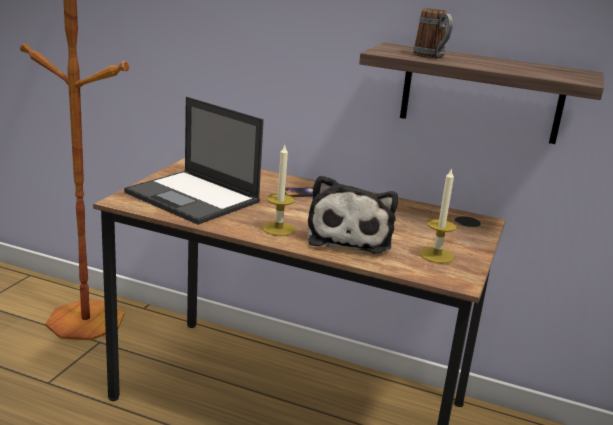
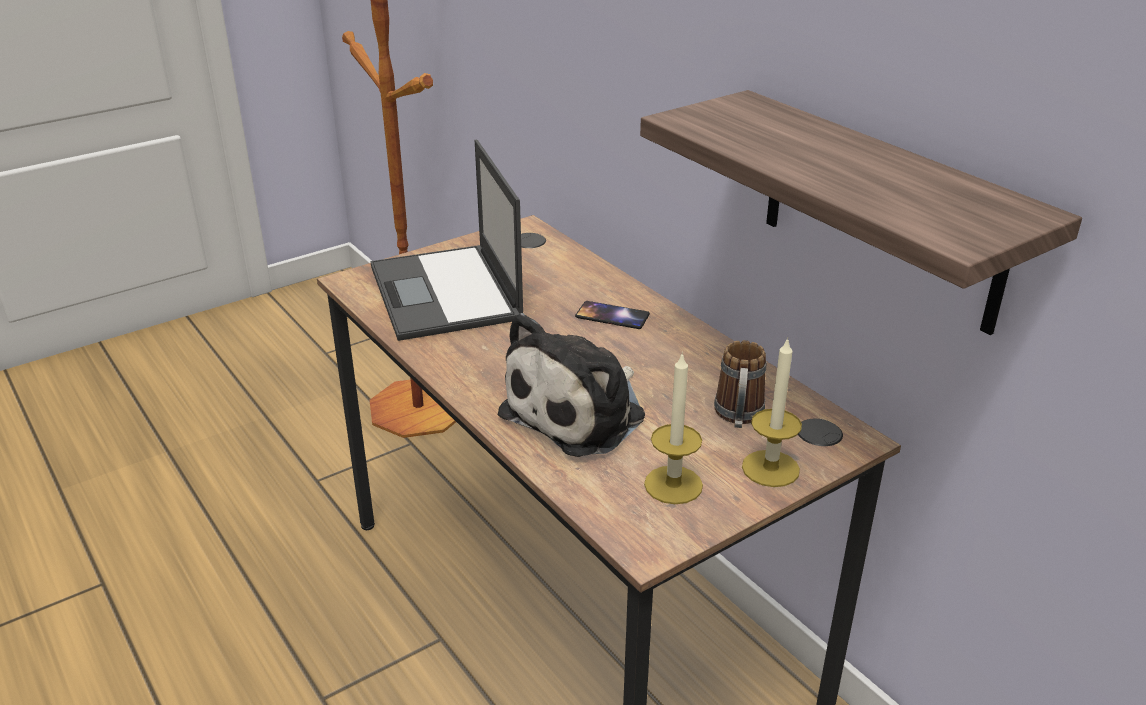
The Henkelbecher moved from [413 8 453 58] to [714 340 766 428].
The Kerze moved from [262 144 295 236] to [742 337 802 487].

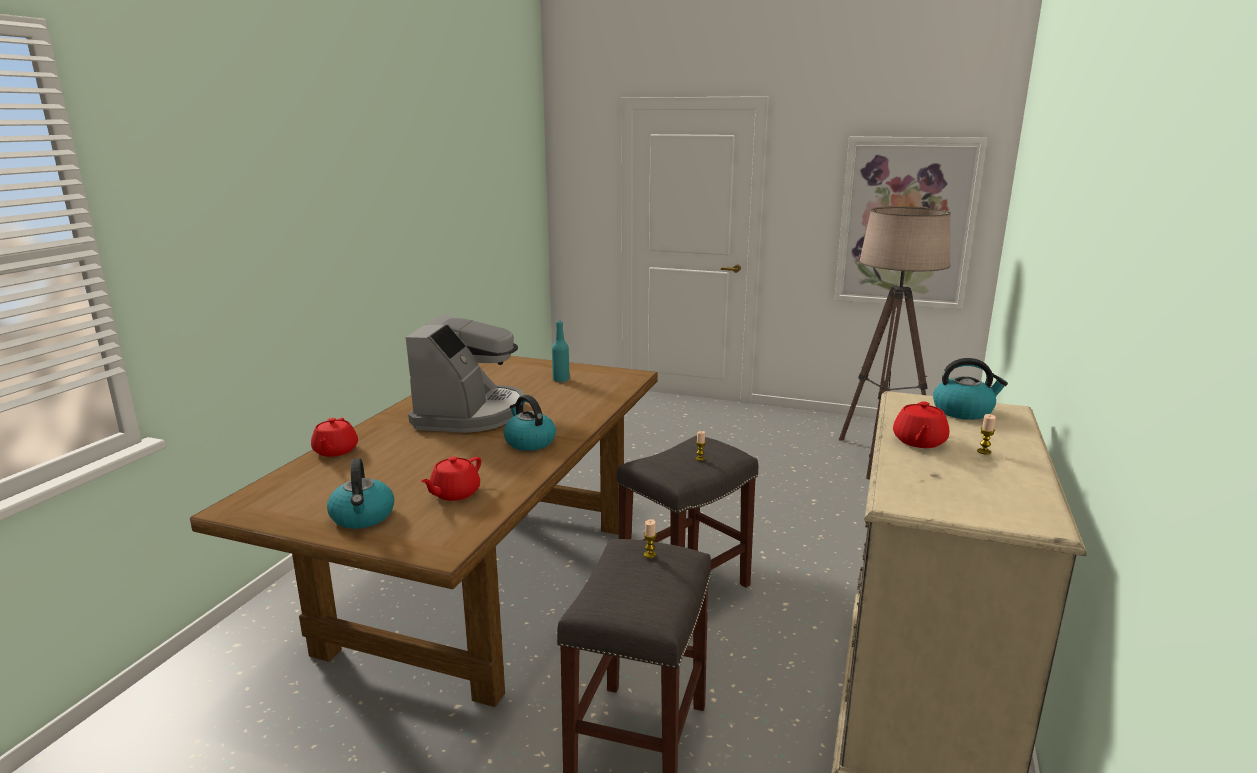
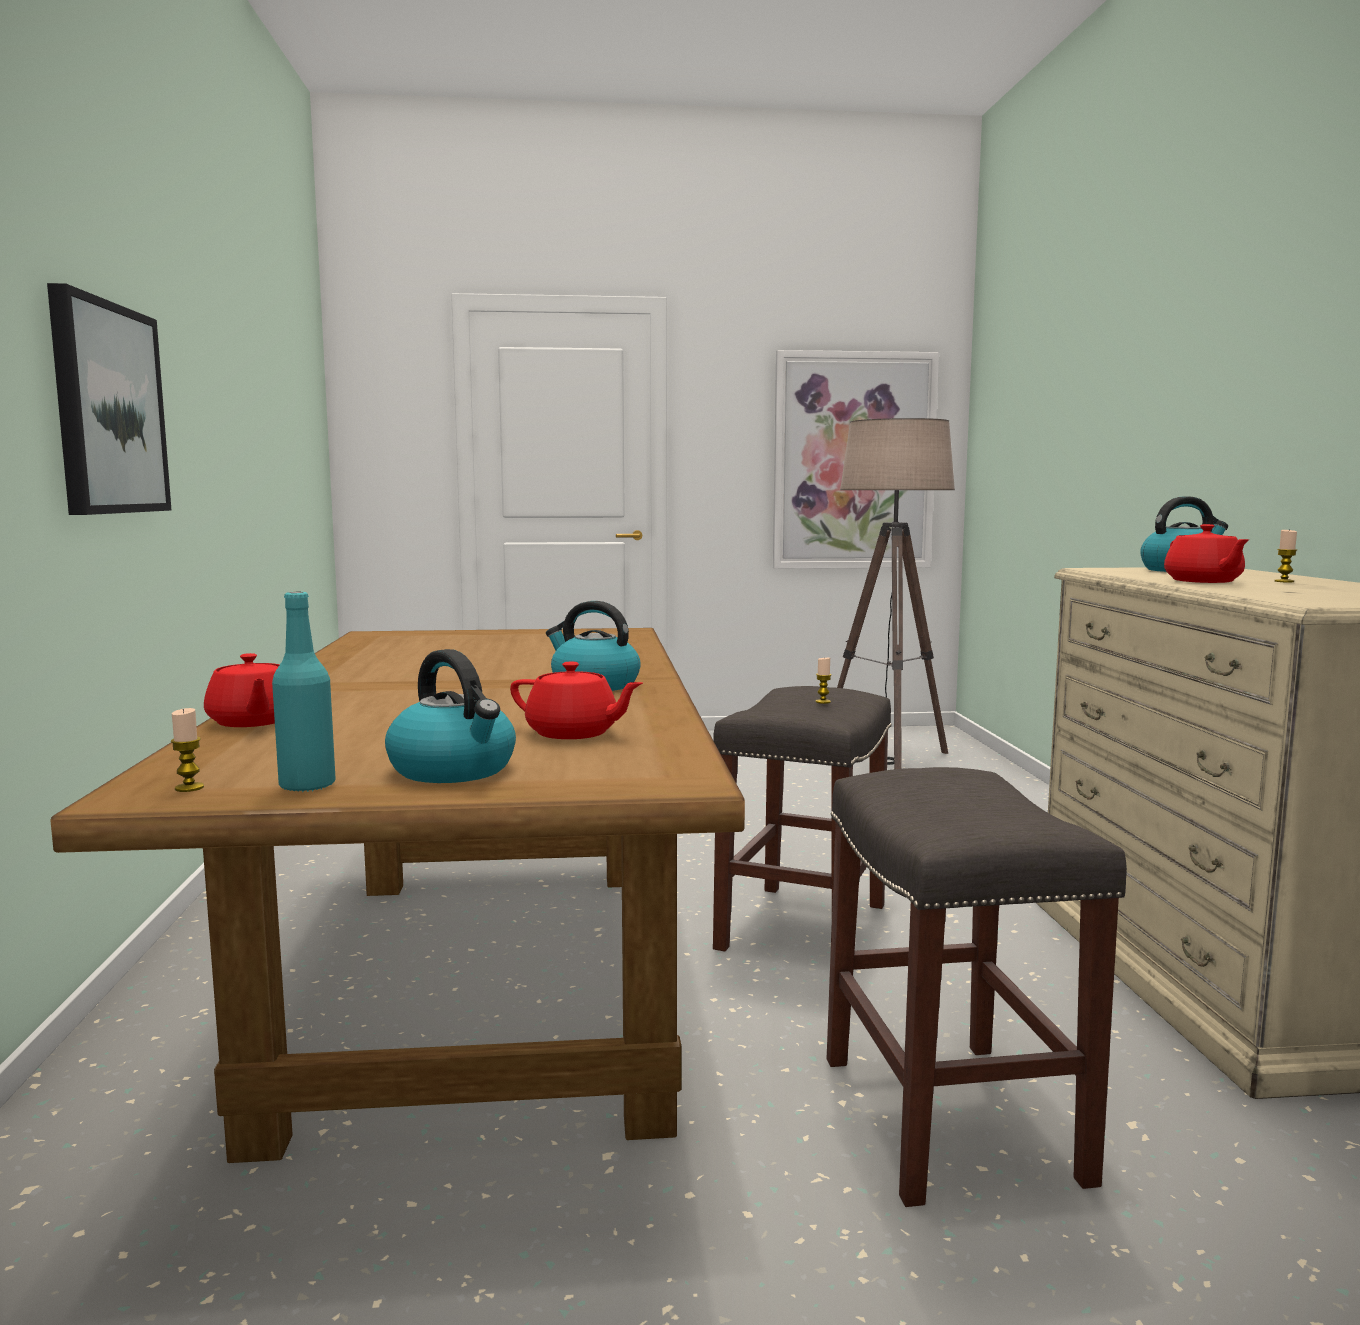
The Bild at [47 283 171 515] appeared.
The Kerze moved from [644 519 657 558] to [171 708 204 792].
The Flasche (türkis) moved from [552 321 570 382] to [272 592 336 792].
The Teekanne (rot) at [421 456 481 501] turned 75 degrees counterclockwise.
The Kaffeemaschine at [406 314 525 433] disappeared.

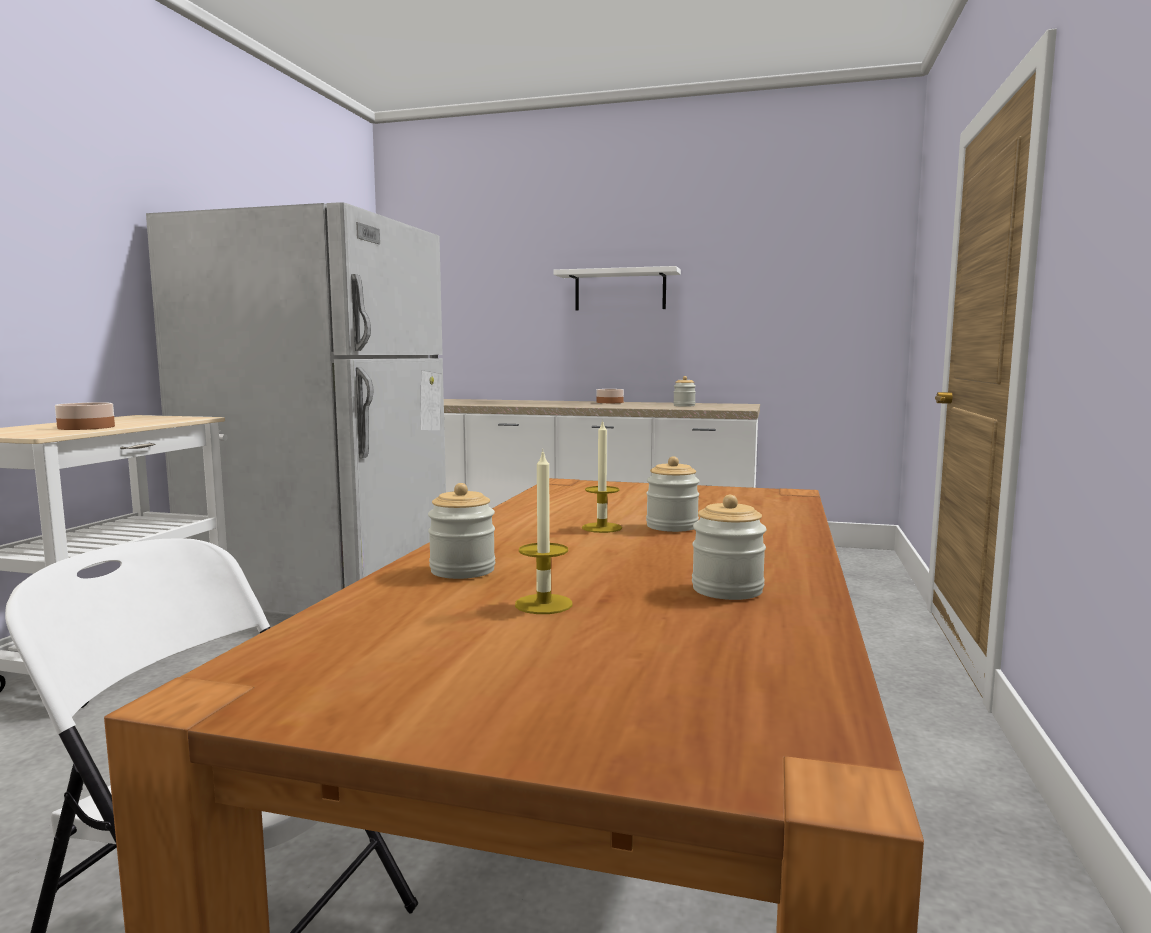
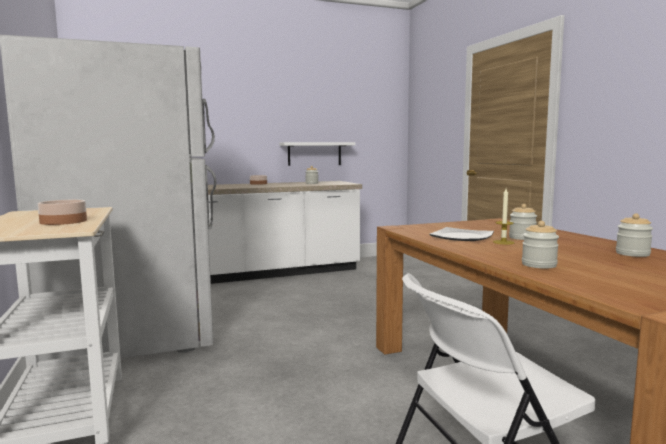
The Wandregal (weiß) moved from [553 266 681 311] to [279 142 356 166].
The Teller at [429 227 494 241] appeared.
The Kerze at [515 449 573 614] disappeared.

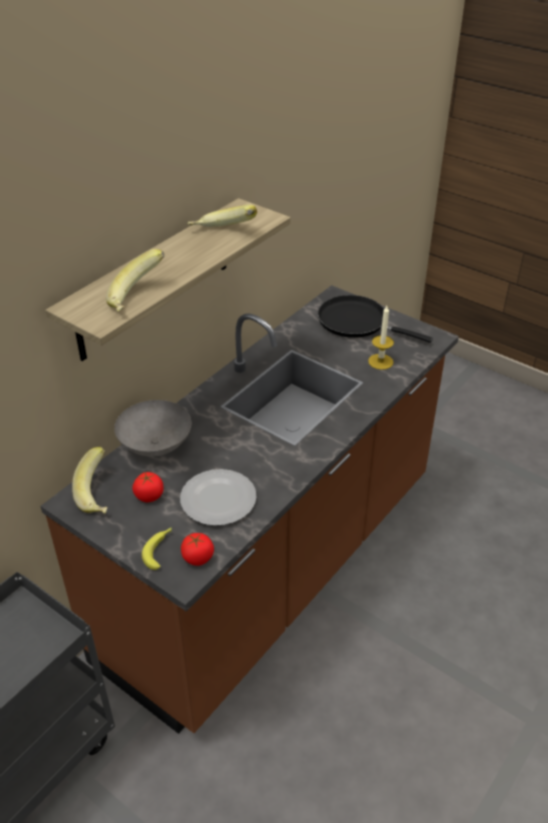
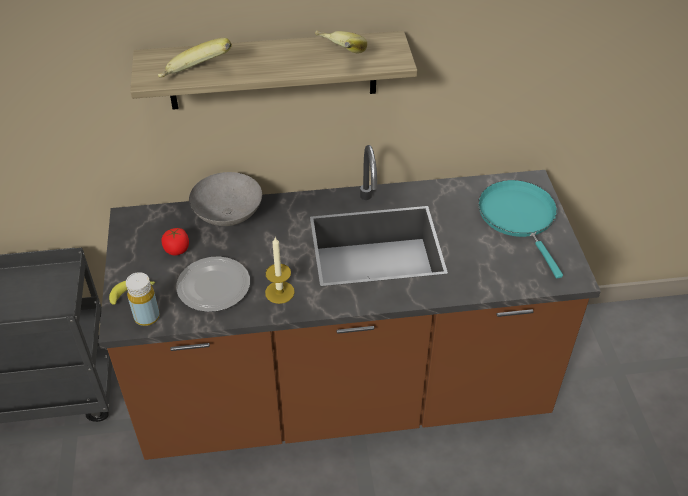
The Tomate at [181 533 214 566] was replaced by the Flasche (gelb) at [126 272 160 326].
The Kerze moved from [368 306 394 370] to [265 236 295 304].
The Pfanne (schwarz) at [318 295 433 343] became the Pfanne (türkis) at [478 180 563 278].
The Banane at [72 447 107 514] disappeared.

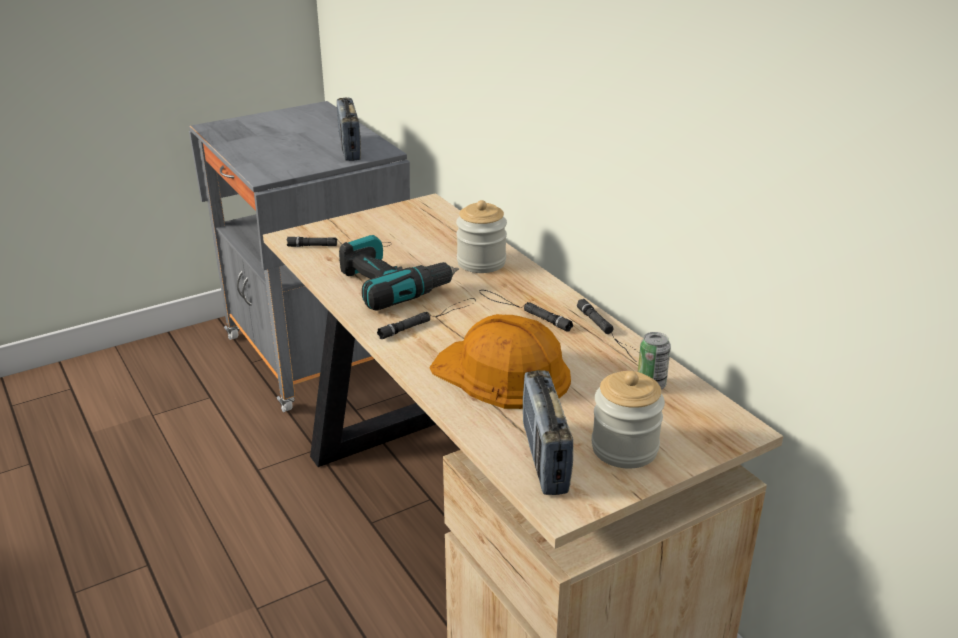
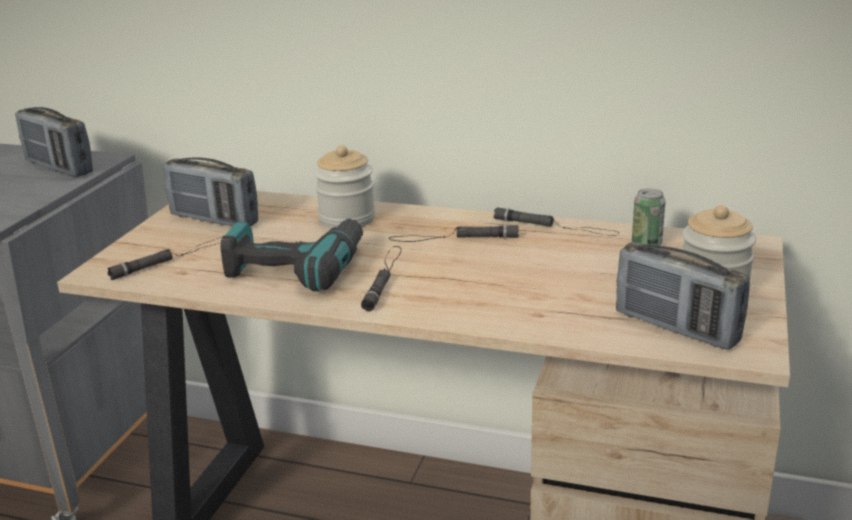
The Radio at [163 157 258 226] appeared.
The Schutzhelm (orange) at [430 314 571 409] disappeared.

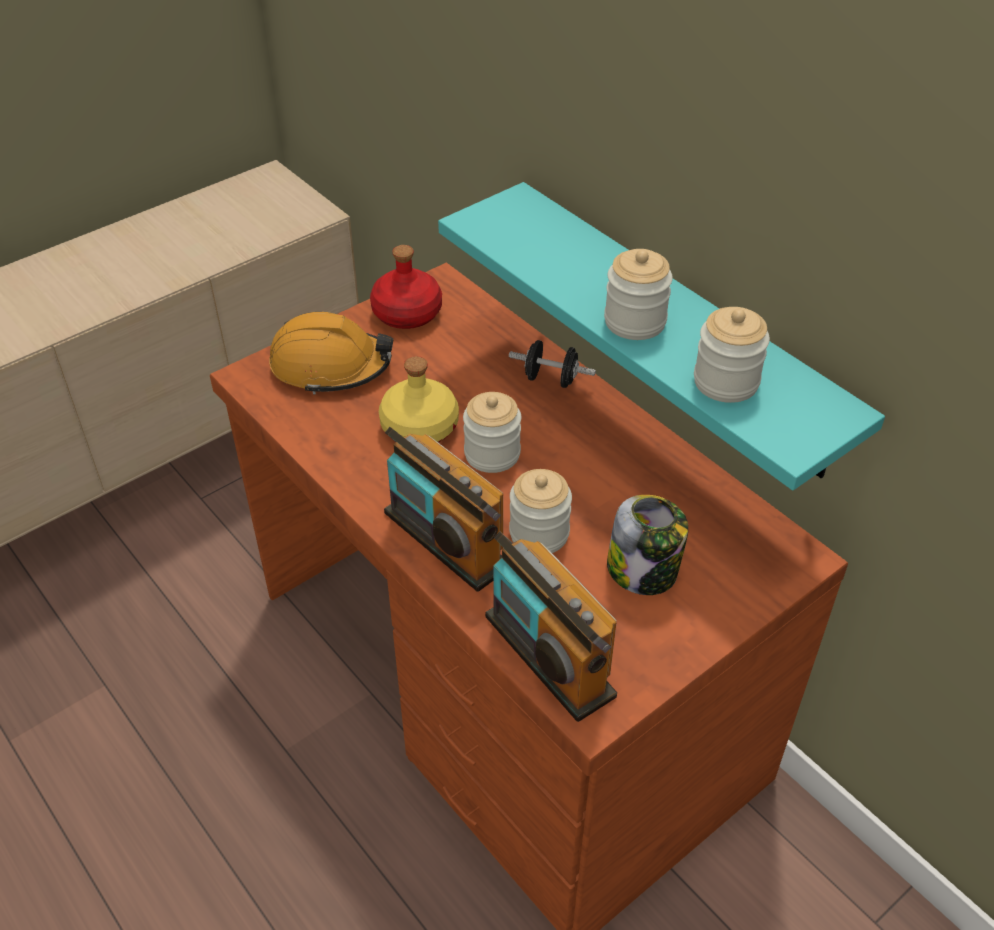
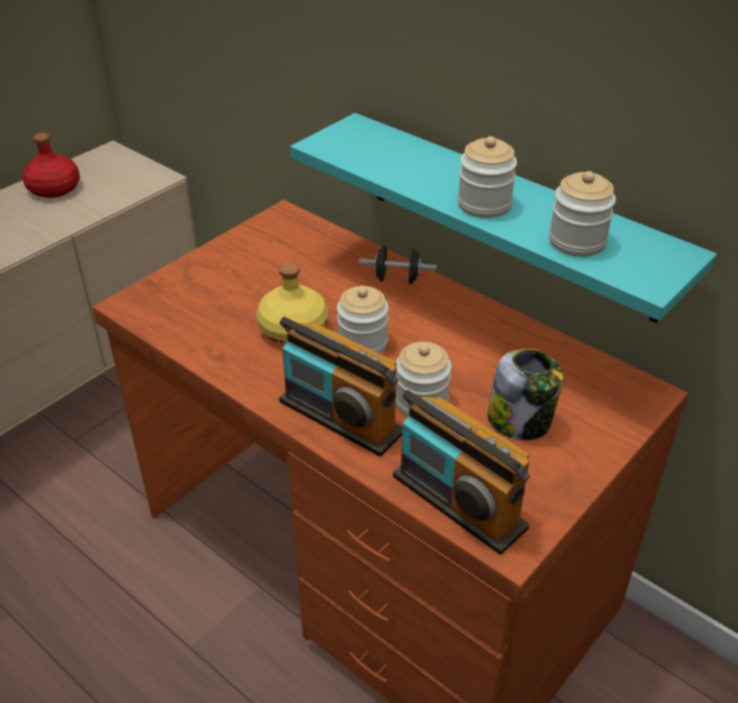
The Flasche (rot) moved from [370 245 442 329] to [22 133 80 198].
The Schutzhelm (orange) at [269 312 393 395] disappeared.

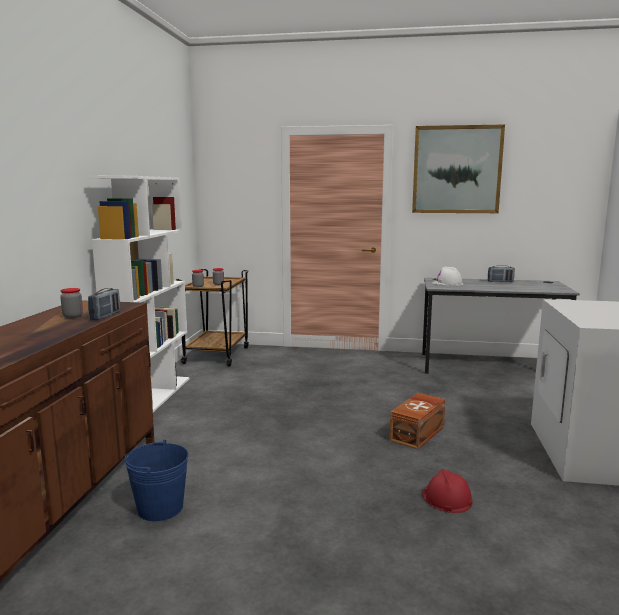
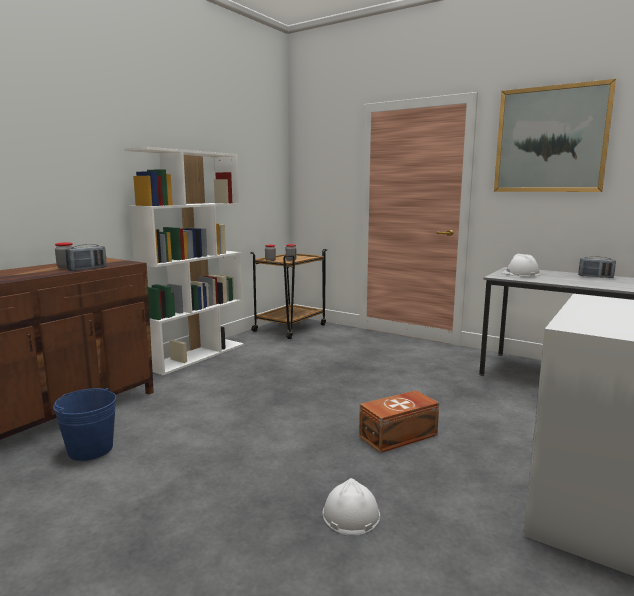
The Schutzhelm (rot) at [422 469 473 513] became the Schutzhelm (weiß) at [323 478 380 535].

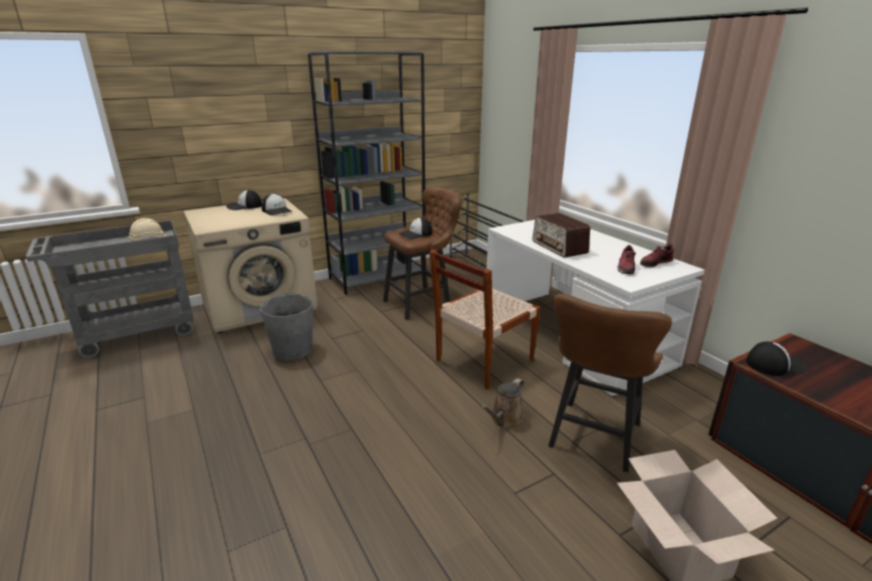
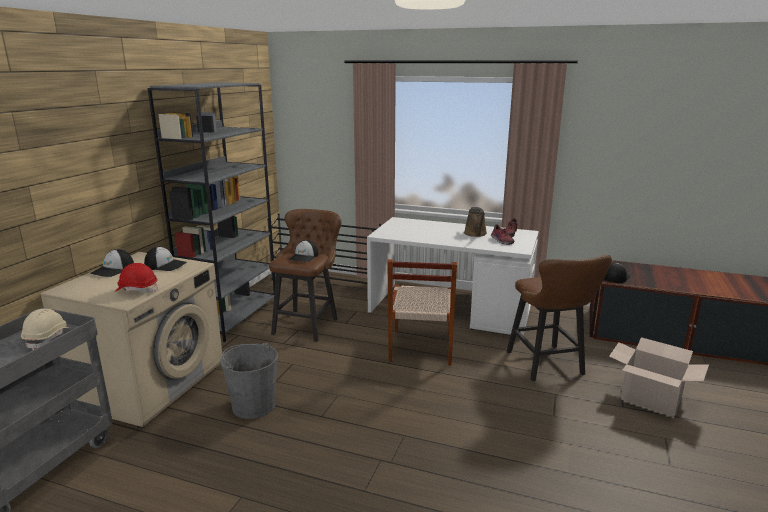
The Schutzhelm (rot) at [114 263 158 293] appeared.
The Gießkanne (braun) moved from [481 378 525 430] to [464 206 487 237].
The Radio at [532 213 590 258] disappeared.

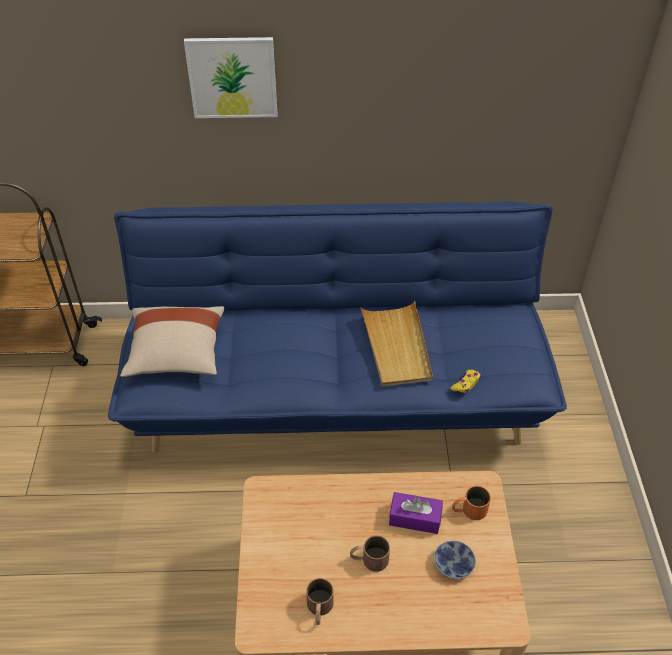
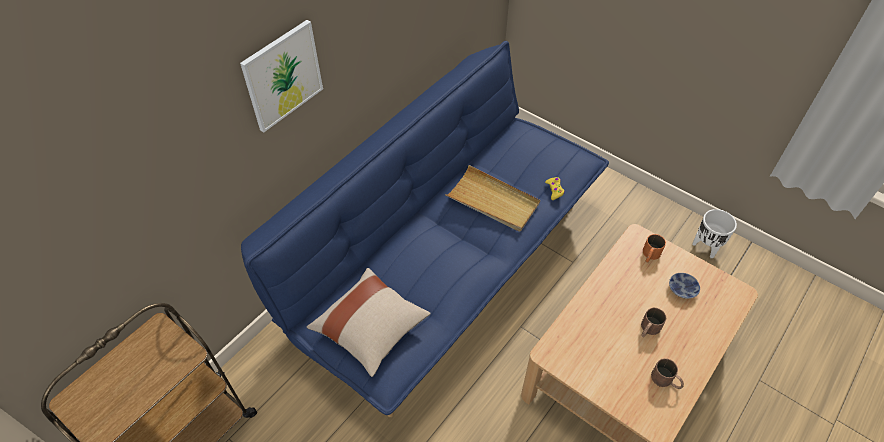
The Pflanzkübel (weiß) at [692 209 737 258] appeared.
The Taschentuchbox (lila) at [389 492 443 534] disappeared.

